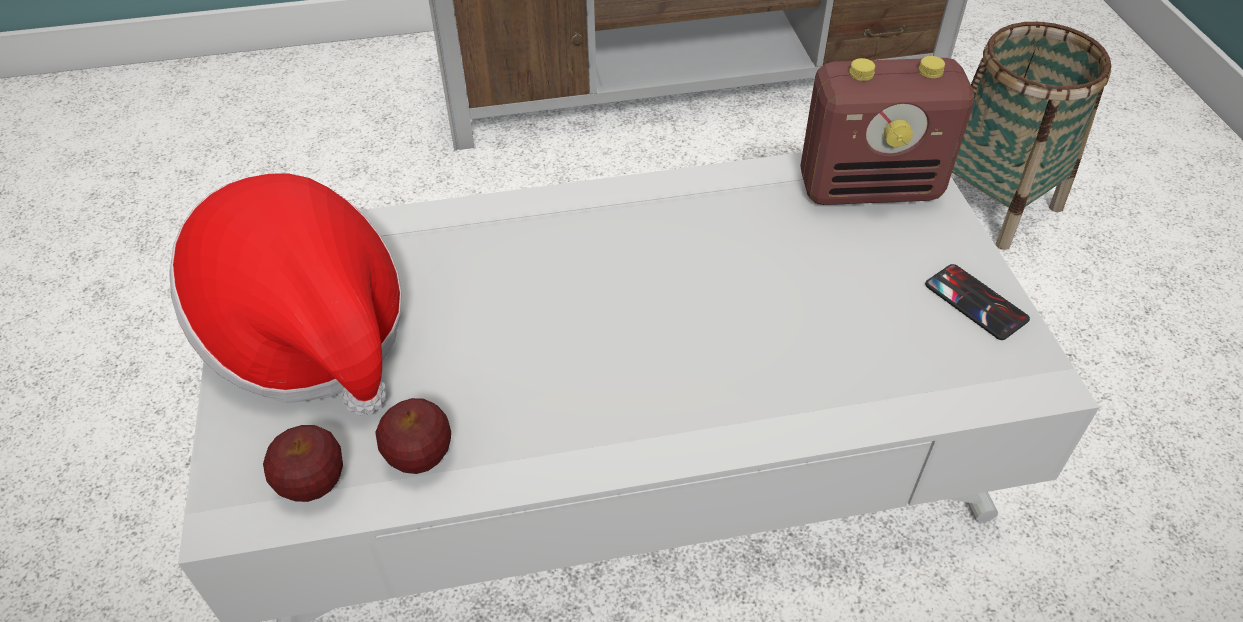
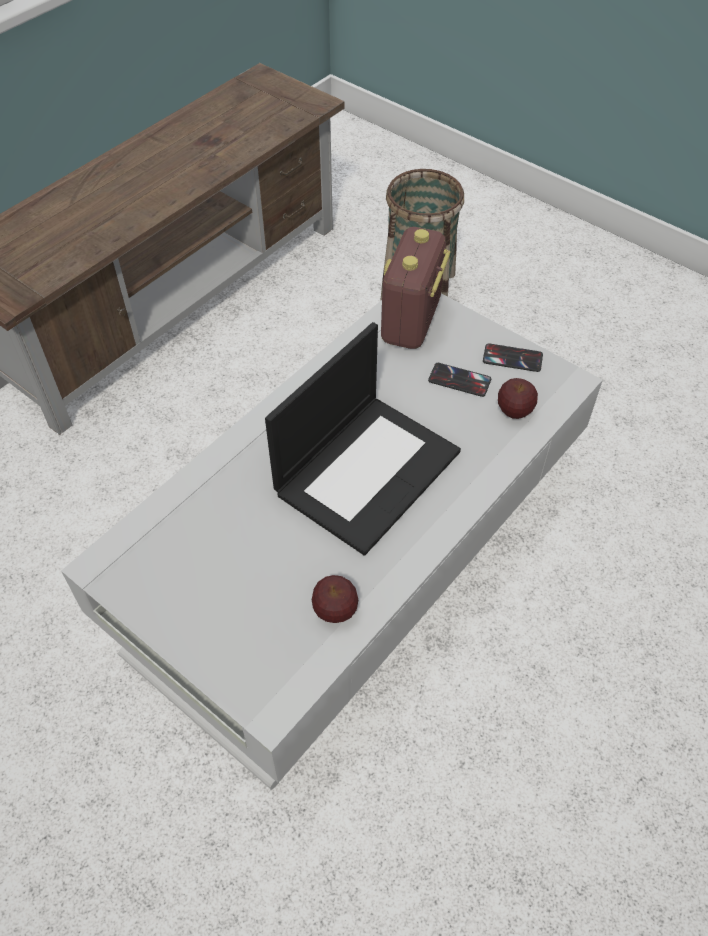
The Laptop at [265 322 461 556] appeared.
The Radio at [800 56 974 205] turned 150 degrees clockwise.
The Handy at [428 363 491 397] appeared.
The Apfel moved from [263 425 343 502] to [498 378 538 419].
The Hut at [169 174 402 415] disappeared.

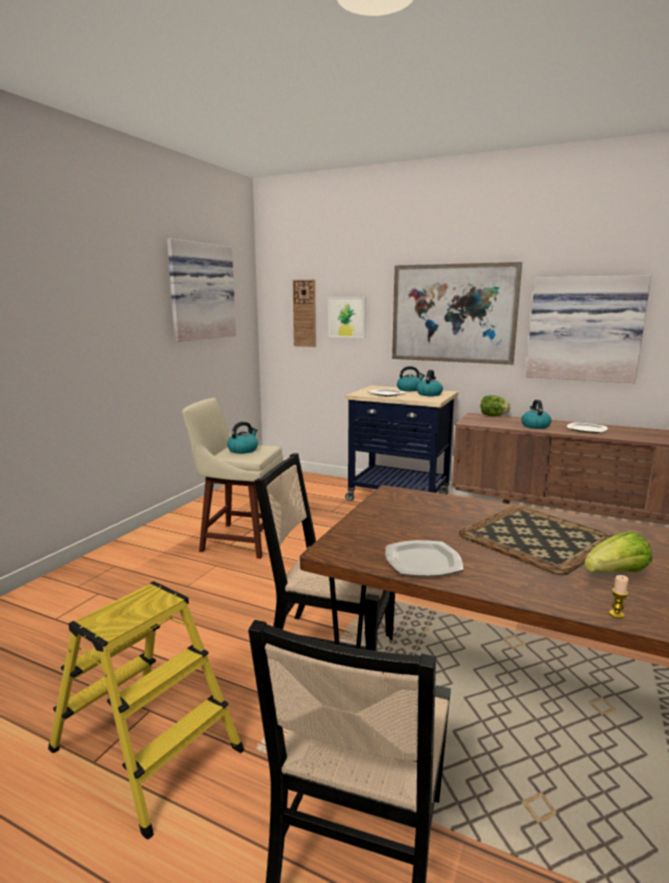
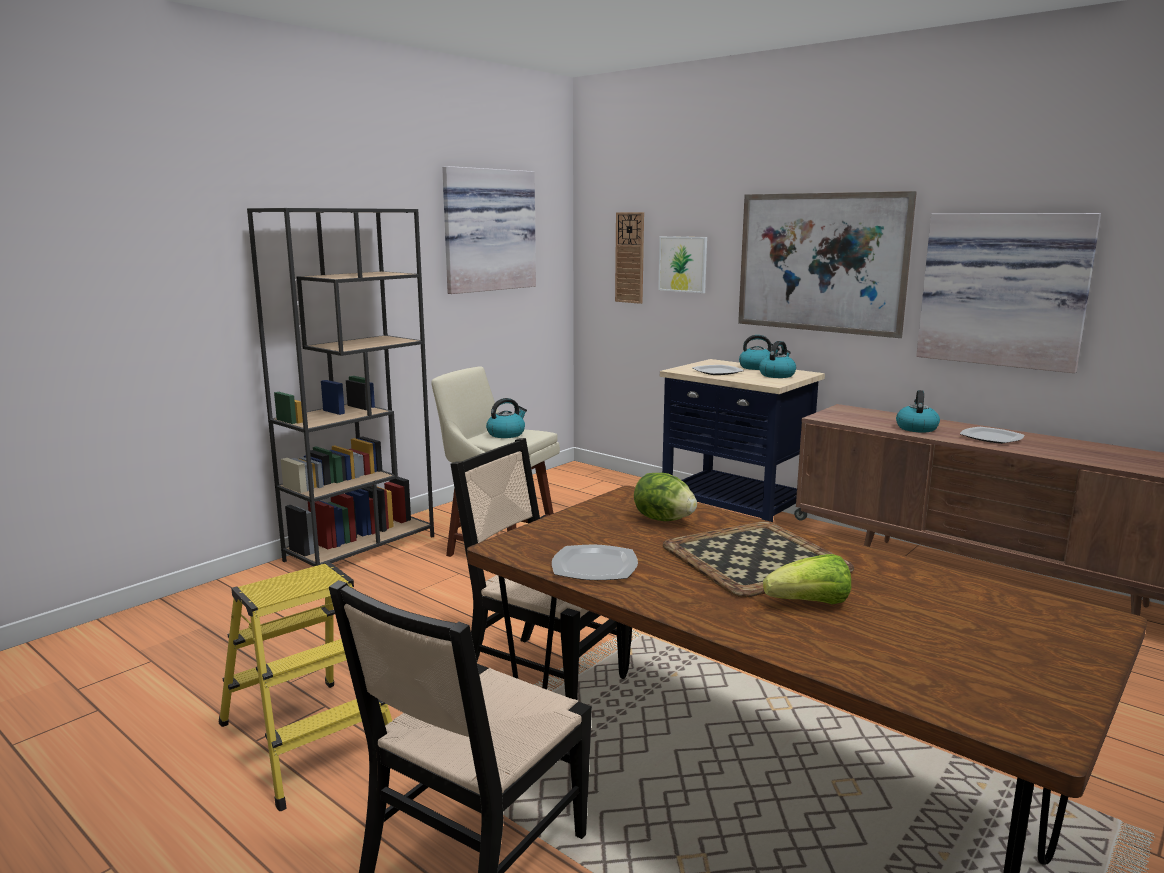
The Bücherregal at [247 208 434 566] appeared.
The Salatkopf moved from [480 395 511 416] to [634 473 697 521].
The Kerze at [609 575 629 619] disappeared.

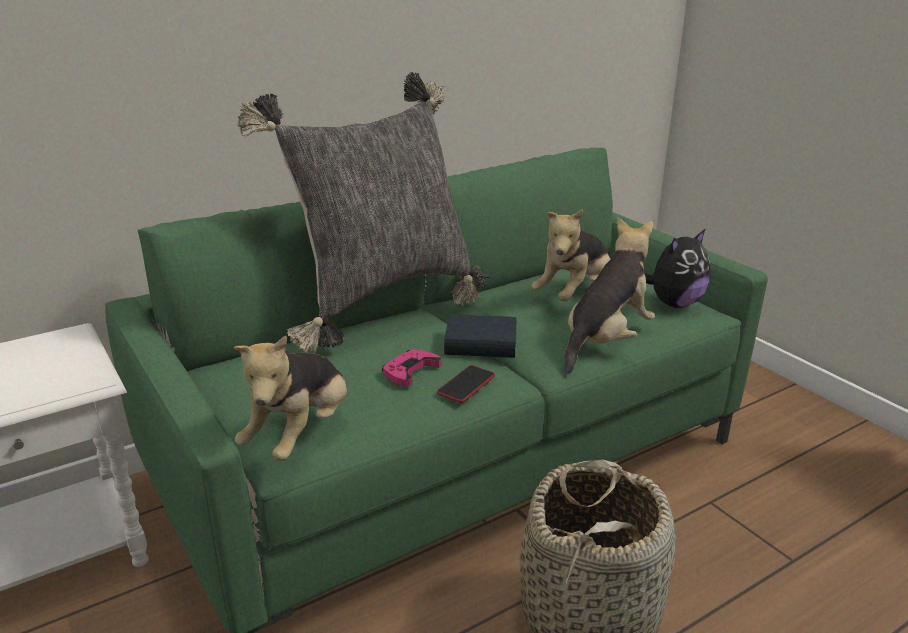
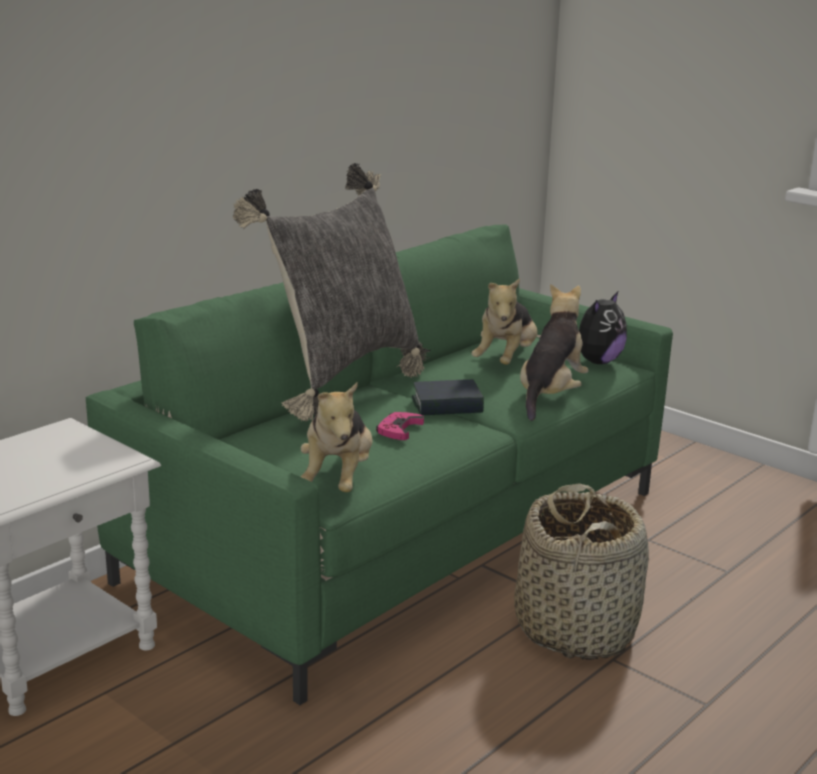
The Handy at [437 365 495 403] disappeared.

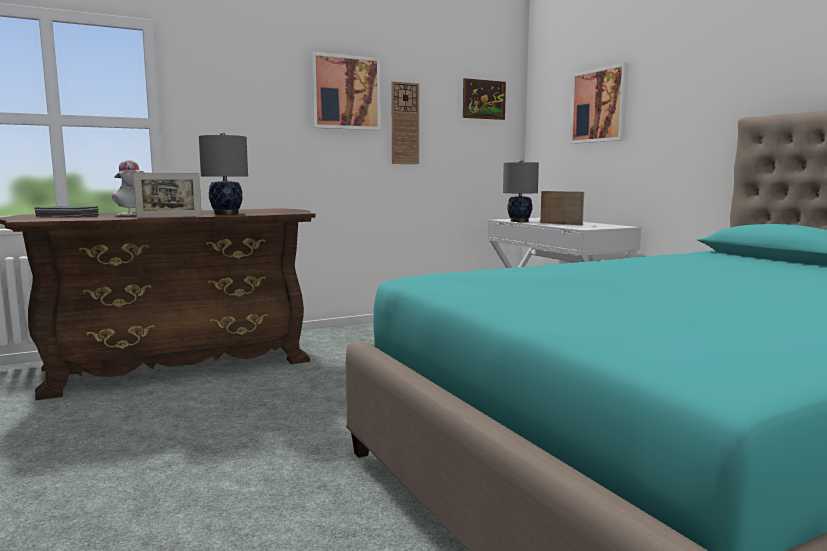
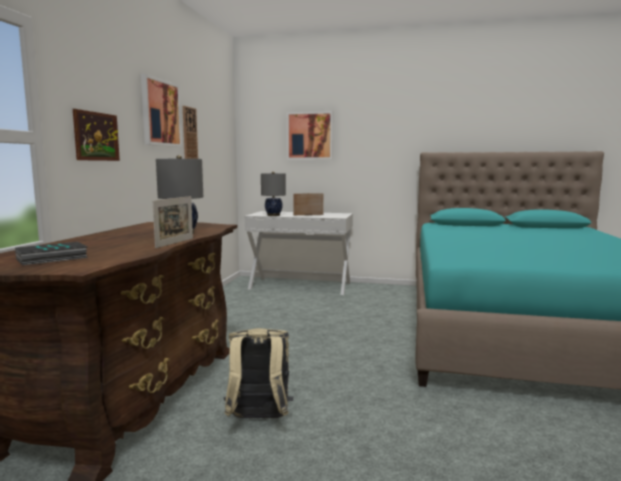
The Bild moved from [463 78 506 120] to [73 109 120 161].
The Rucksack (beige) at [223 328 293 418] appeared.
The Hut at [112 160 145 215] disappeared.

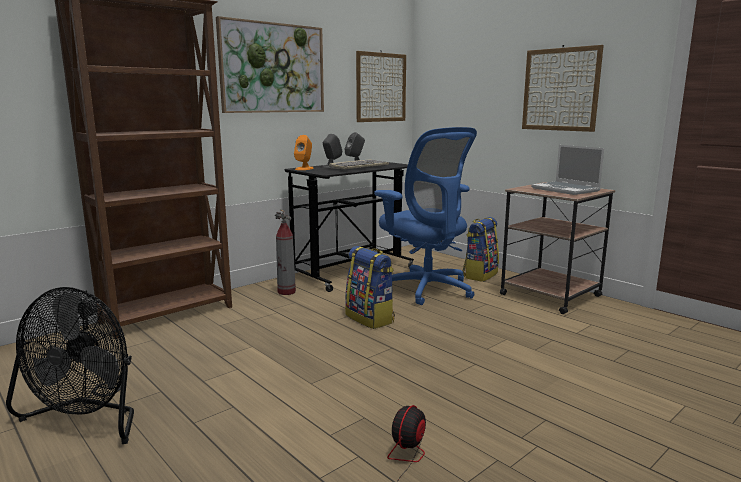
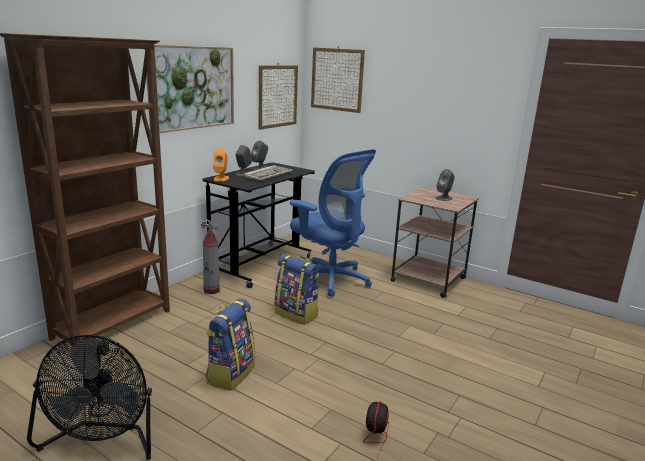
The Rucksack moved from [462 217 499 282] to [206 298 255 391].
The Bild moved from [522 45 604 132] to [311 46 365 113].
The Laptop at [531 145 604 195] was replaced by the Lautsprecher (grau) at [435 169 455 201].

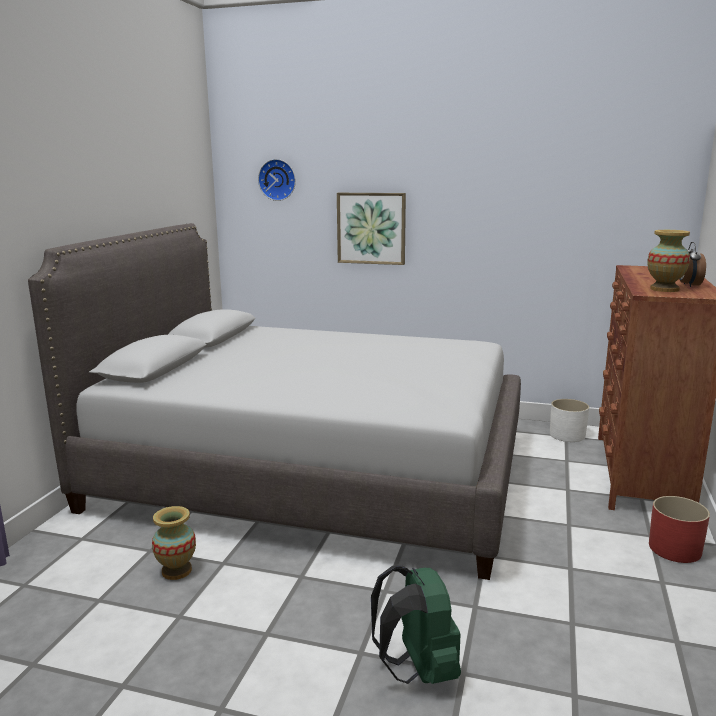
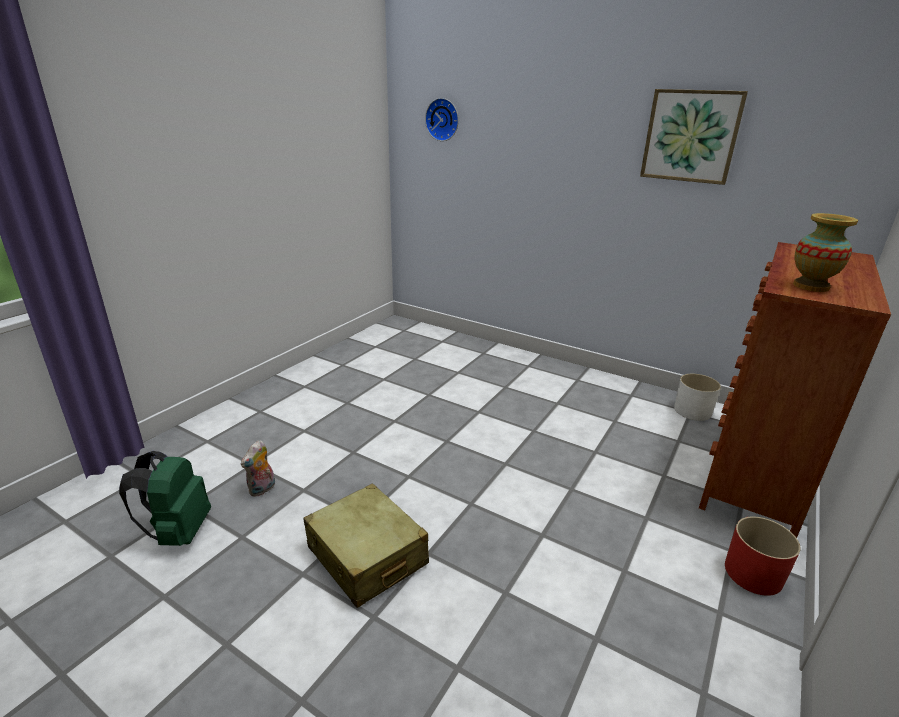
The Rucksack (grün) moved from [371 565 461 684] to [119 451 211 546].
The Vase at [152 506 196 580] was replaced by the Plüschtier at [241 440 275 497].
The Koffer (beige) at [304 483 429 608] appeared.
The Bild moved from [337 193 406 265] to [640 89 748 185].
The Bett (grau) at [28 223 521 580] disappeared.
The Wecker at [680 242 706 287] disappeared.

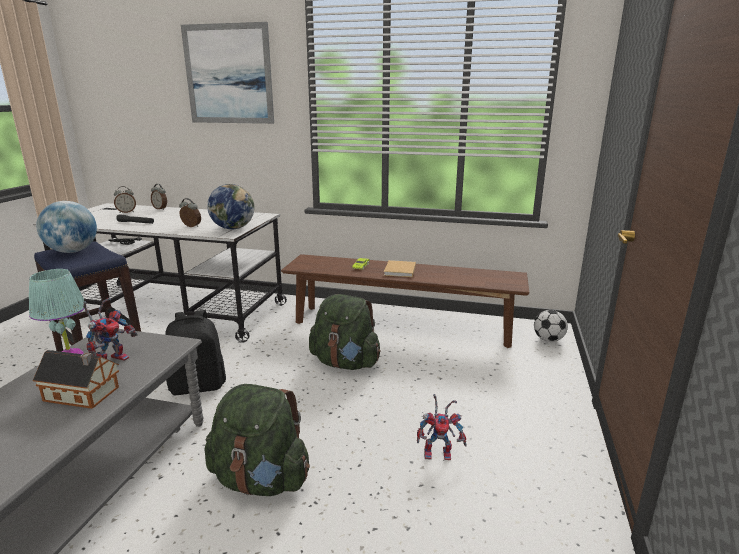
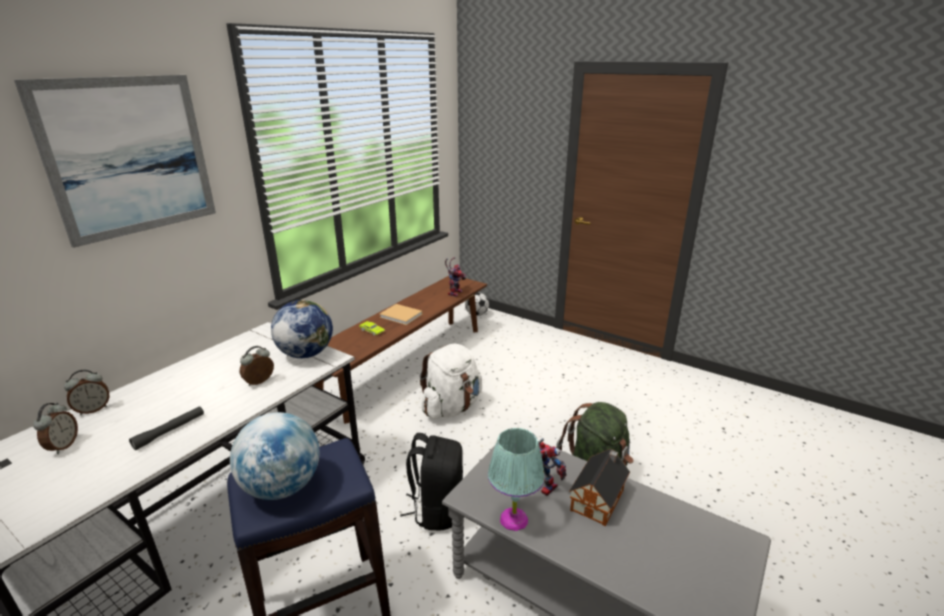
The Rucksack (grün) at [309 294 381 370] became the Rucksack (weiß) at [420 343 482 419].
The Spielzeugroboter moved from [417 394 467 460] to [445 257 466 297].

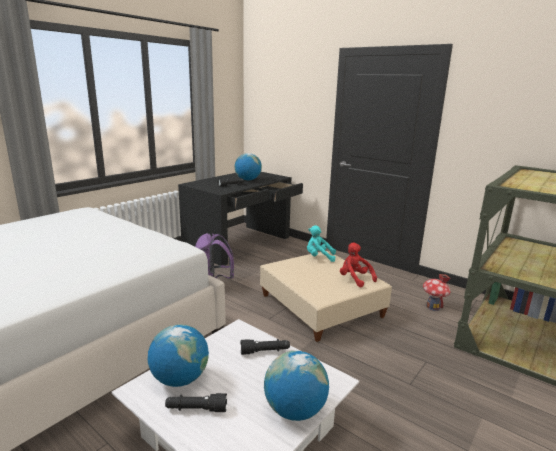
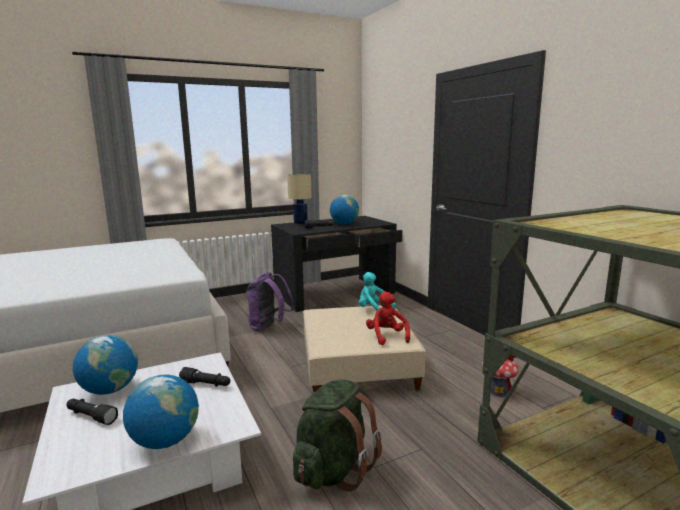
The Tischlampe (beige) at [287 174 312 224] appeared.
The Rucksack (grün) at [293 380 382 492] appeared.

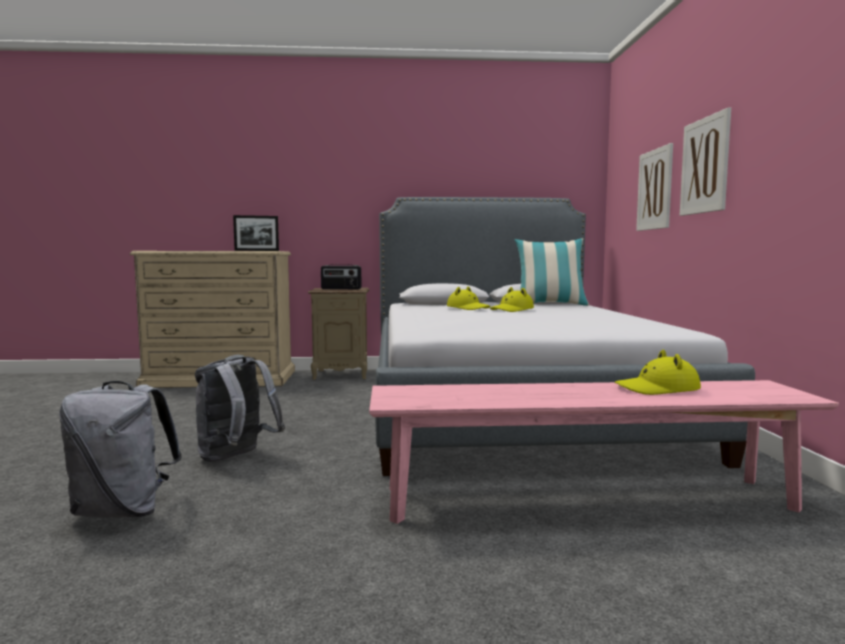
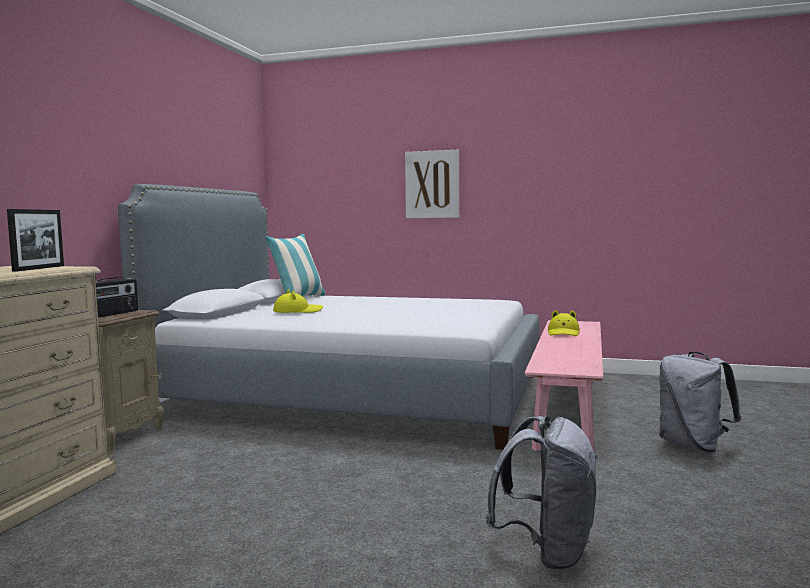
The Rucksack (grau) moved from [195 355 285 462] to [659 351 741 453].
The Hut (gelb) at [490 287 534 312] disappeared.
The Bild at [636 143 673 231] disappeared.

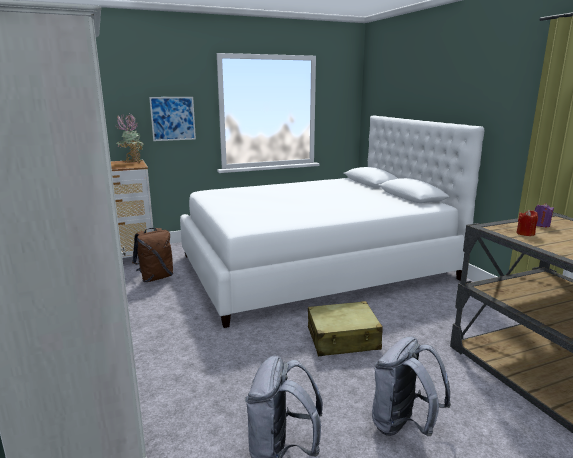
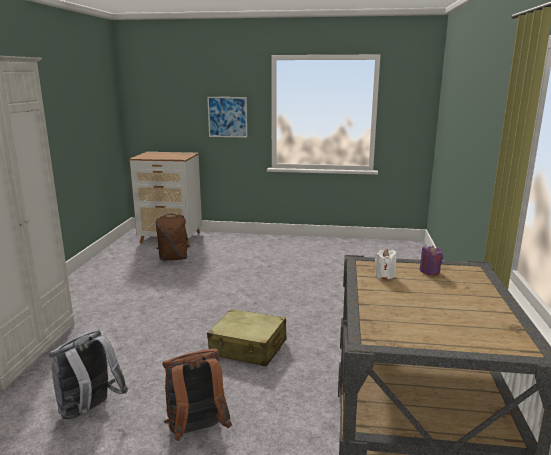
The Rucksack (grau) at [372 336 451 436] became the Rucksack (braun) at [163 349 232 441].
The Kerze (rot) at [516 210 538 236] became the Kerze (weiß) at [375 249 396 279].
The Topfpflanze at [116 113 144 163] disappeared.
The Bett (weiß) at [180 115 484 328] disappeared.

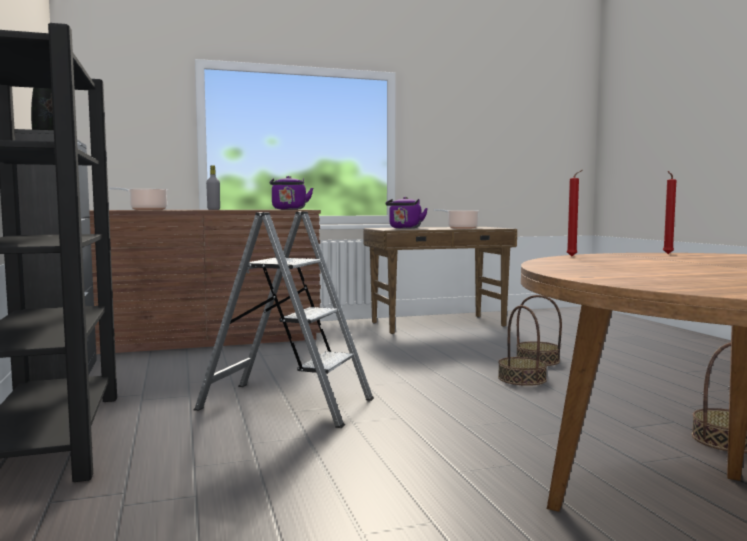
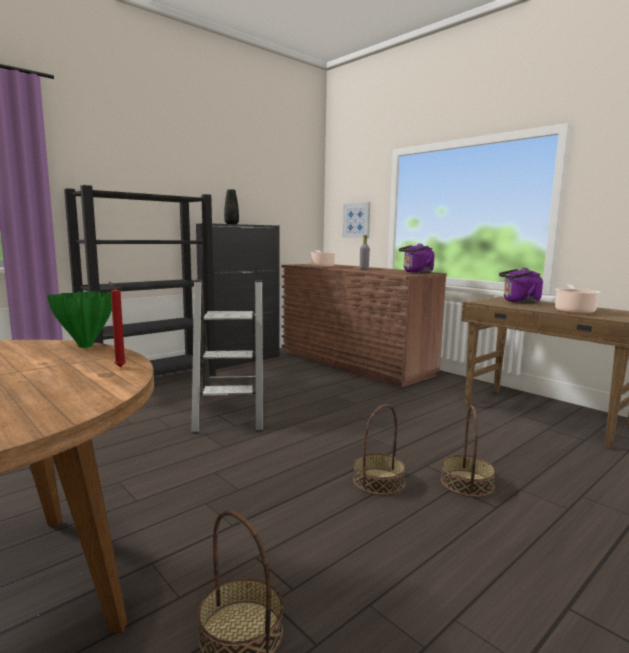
The Kerze (rot) at [566 170 582 257] was replaced by the Vase (grün) at [47 291 112 348].
The Bild at [342 202 370 238] appeared.

